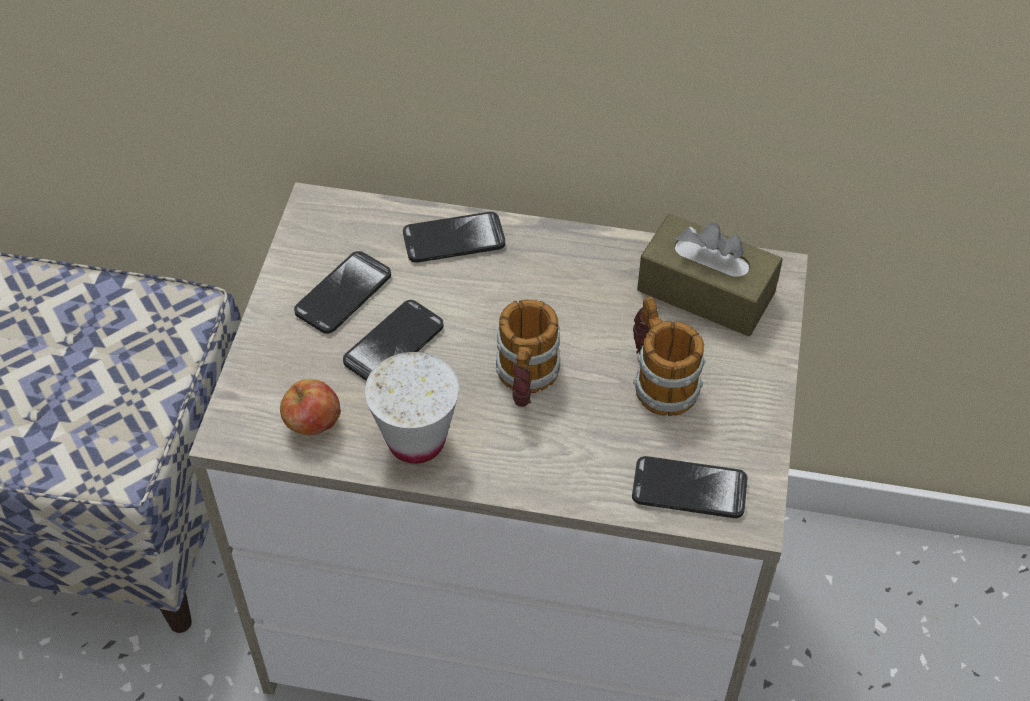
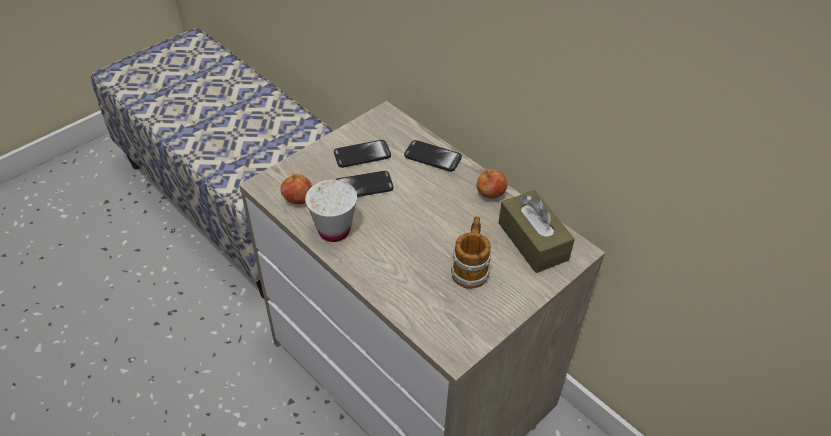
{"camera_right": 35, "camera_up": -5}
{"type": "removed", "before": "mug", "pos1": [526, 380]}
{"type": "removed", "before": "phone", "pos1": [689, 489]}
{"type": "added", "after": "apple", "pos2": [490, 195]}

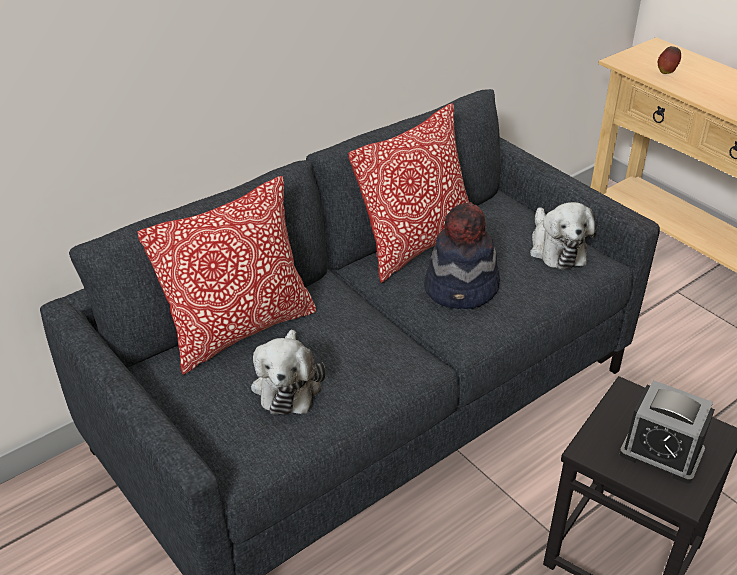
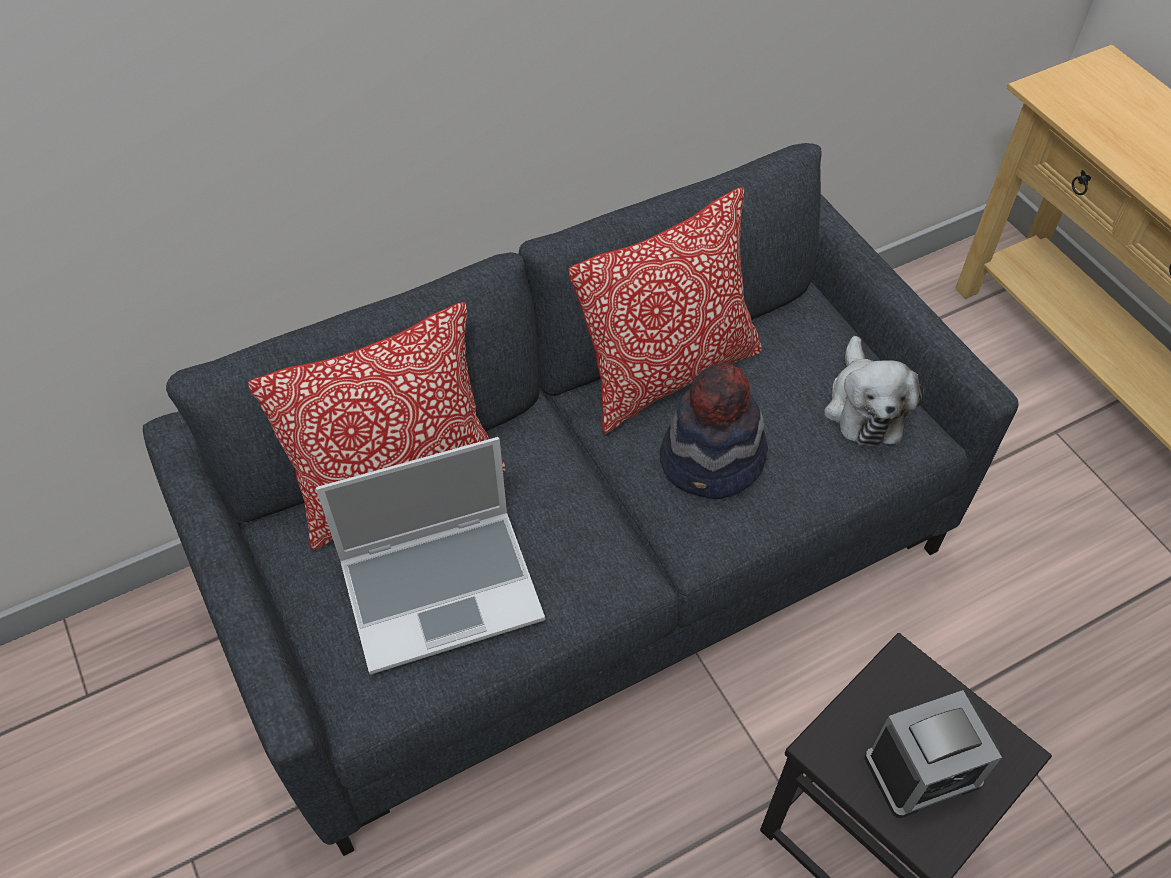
{"camera_right": 10, "camera_up": 15}
{"type": "removed", "before": "apple", "pos1": [666, 72]}
{"type": "replaced", "before": "plush toy", "after": "laptop", "pos1": [287, 384], "pos2": [443, 588]}
{"type": "turned", "before": "alarm clock", "pos1": [661, 452], "pos2": [922, 770], "turn": -60}

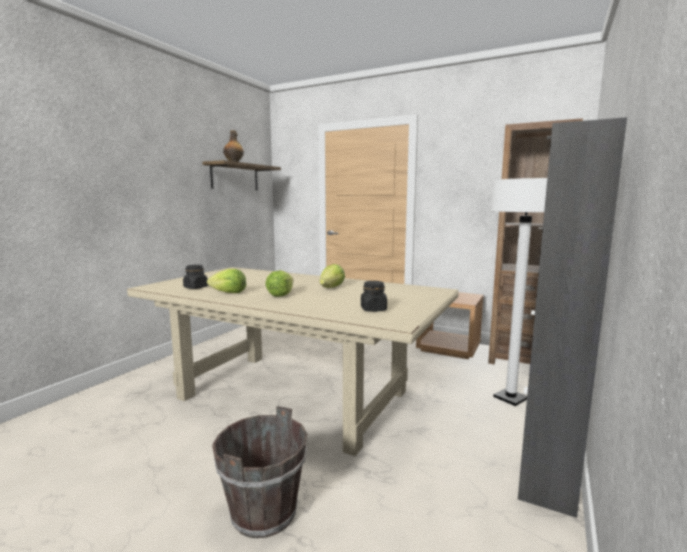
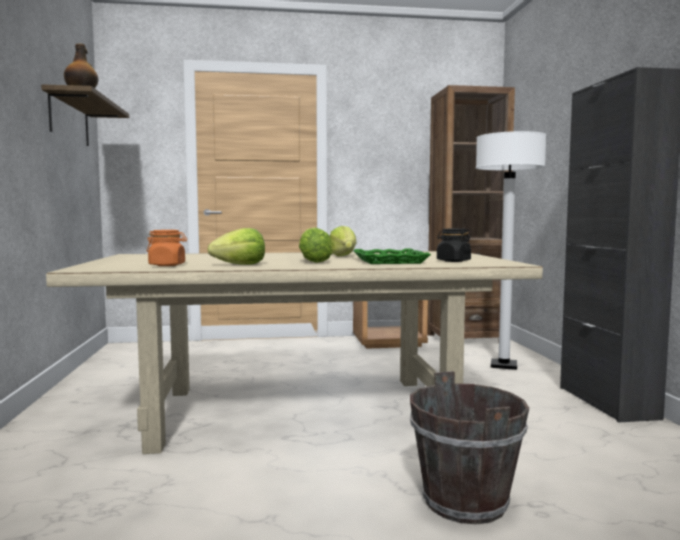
{"camera_right": -35, "camera_up": -5}
{"type": "added", "after": "green tray", "pos2": [389, 261]}
{"type": "recoloured", "before": "black jar", "after": "orange jar", "pos1": [196, 287], "pos2": [167, 265]}

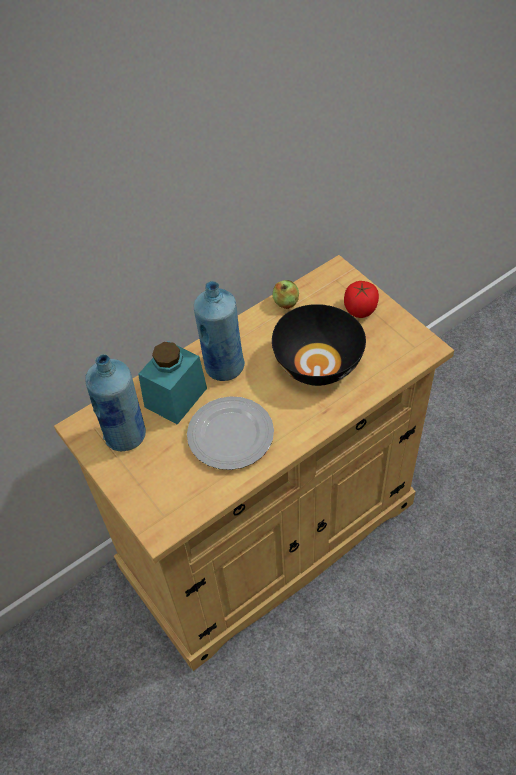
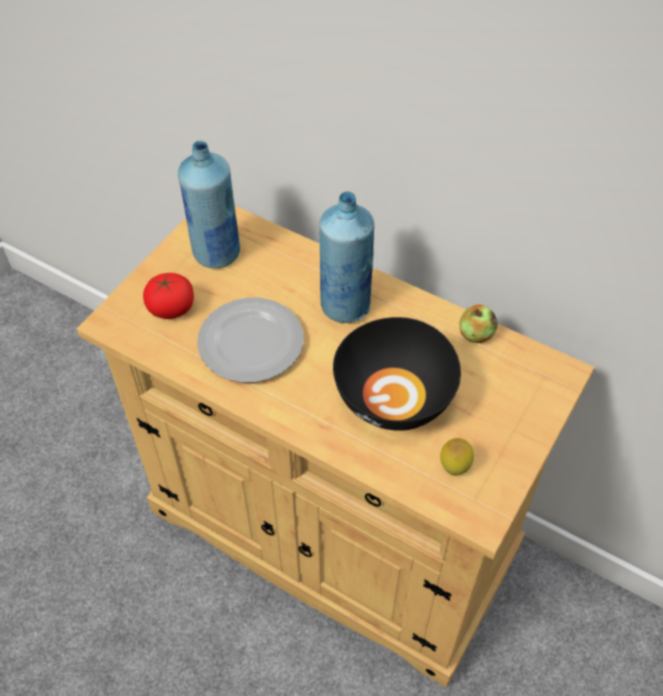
{"camera_right": 65, "camera_up": 0}
{"type": "removed", "before": "turquoise jar", "pos1": [176, 397]}
{"type": "added", "after": "lemon", "pos2": [454, 468]}
{"type": "moved", "before": "tomato", "pos1": [360, 309], "pos2": [171, 309]}

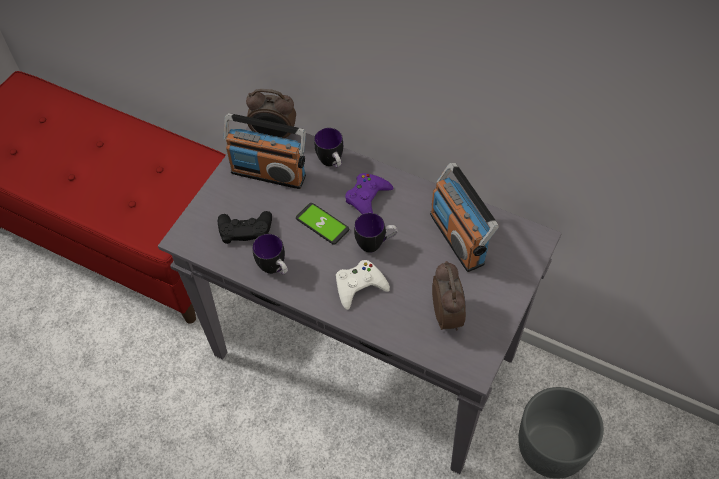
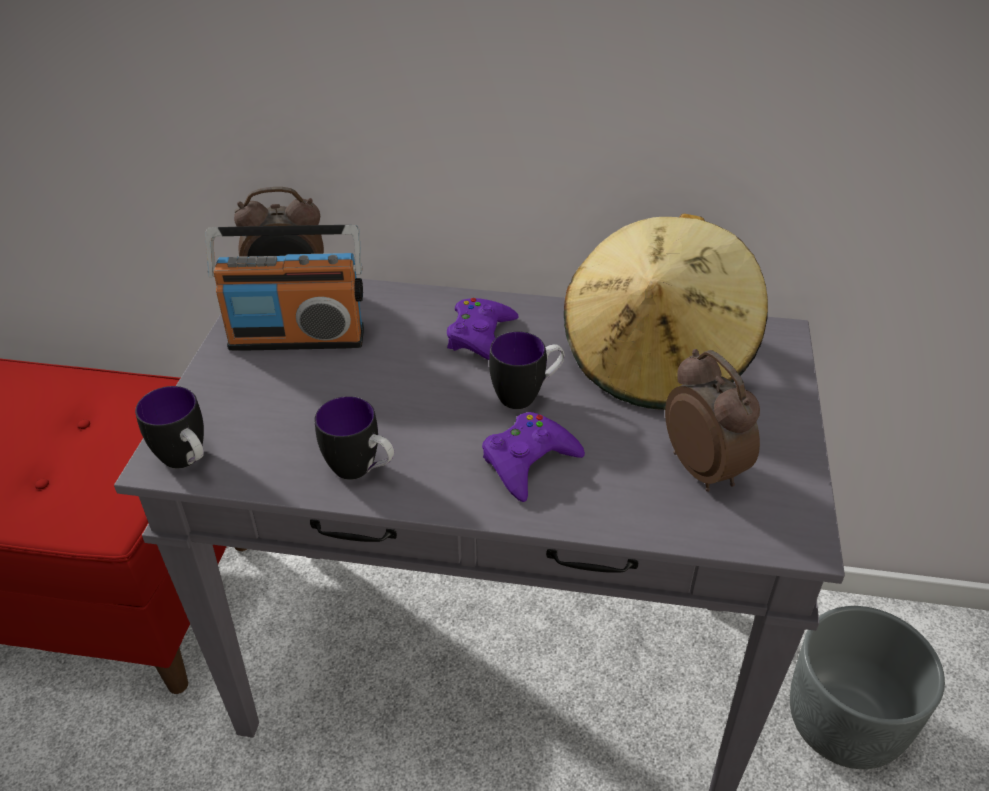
{"camera_right": -20, "camera_up": -15}
{"type": "removed", "before": "black game controller", "pos1": [245, 229]}
{"type": "removed", "before": "phone", "pos1": [322, 224]}
{"type": "moved", "before": "mug", "pos1": [332, 163], "pos2": [187, 462]}
{"type": "replaced", "before": "radio", "after": "beige hat", "pos1": [458, 238], "pos2": [657, 359]}
{"type": "recoloured", "before": "white game controller", "after": "purple game controller", "pos1": [359, 286], "pos2": [528, 461]}

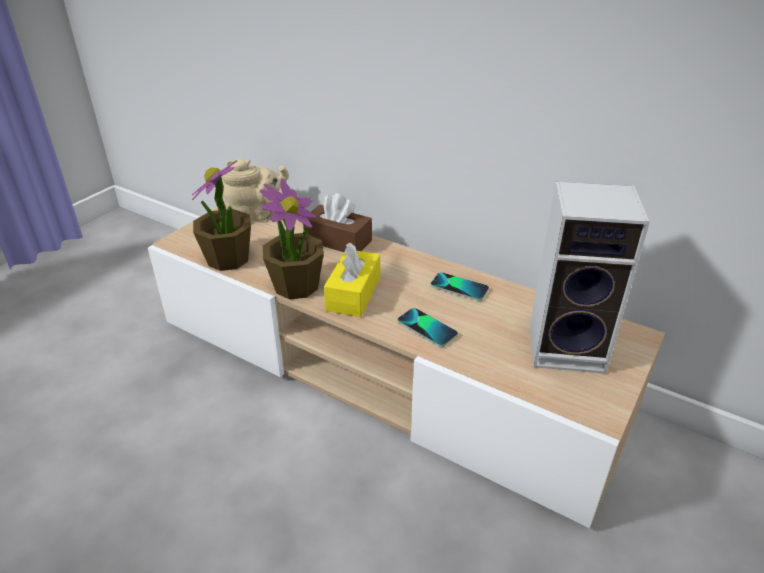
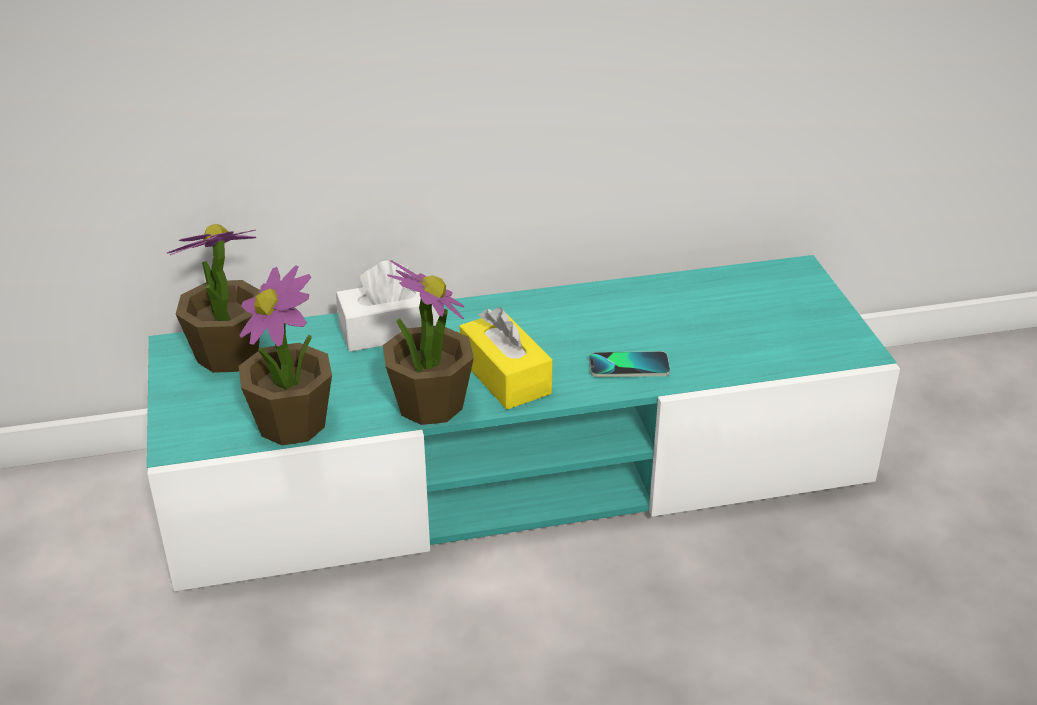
{"camera_right": -45, "camera_up": 0}
{"type": "removed", "before": "phone", "pos1": [459, 287]}
{"type": "removed", "before": "speaker", "pos1": [569, 347]}
{"type": "replaced", "before": "beige teapot", "after": "potted plant", "pos1": [256, 215], "pos2": [228, 355]}
{"type": "recoloured", "before": "beige tv stand", "after": "turquoise tv stand", "pos1": [382, 368], "pos2": [518, 472]}
{"type": "recoloured", "before": "brown tissue box", "after": "white tissue box", "pos1": [338, 241], "pos2": [389, 330]}

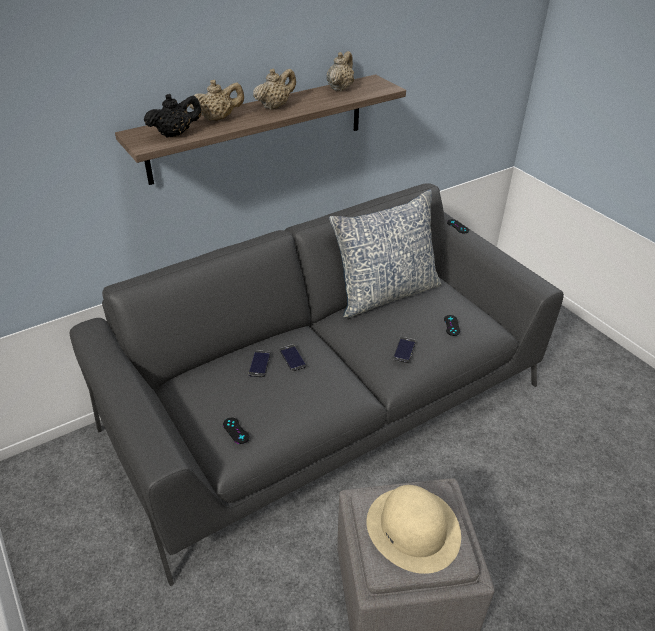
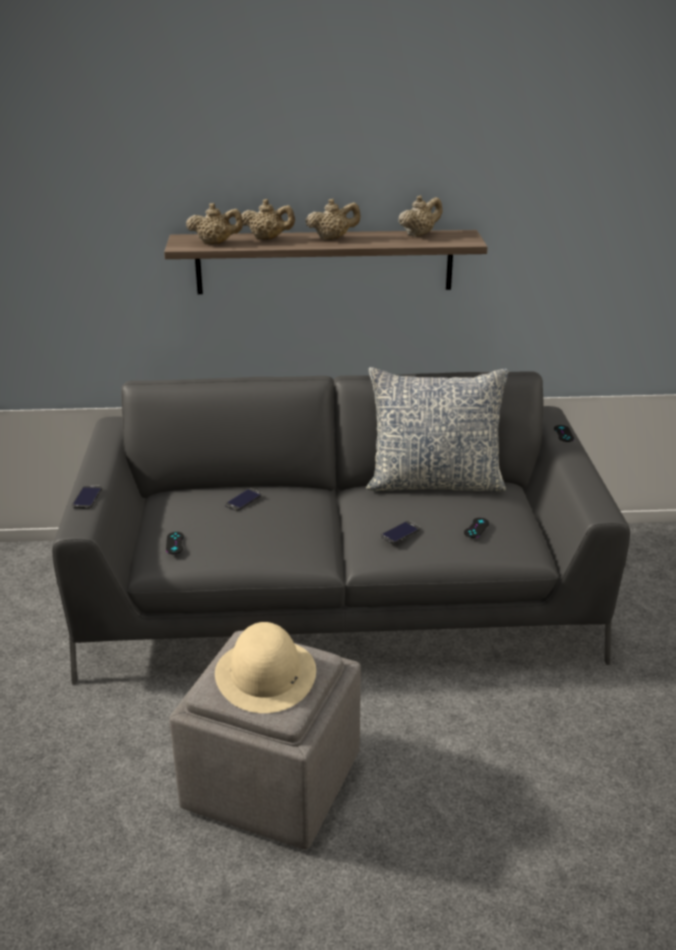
{"camera_right": 30, "camera_up": -10}
{"type": "moved", "before": "phone", "pos1": [292, 358], "pos2": [87, 497]}
{"type": "recoloured", "before": "black teapot", "after": "beige teapot", "pos1": [175, 134], "pos2": [215, 243]}

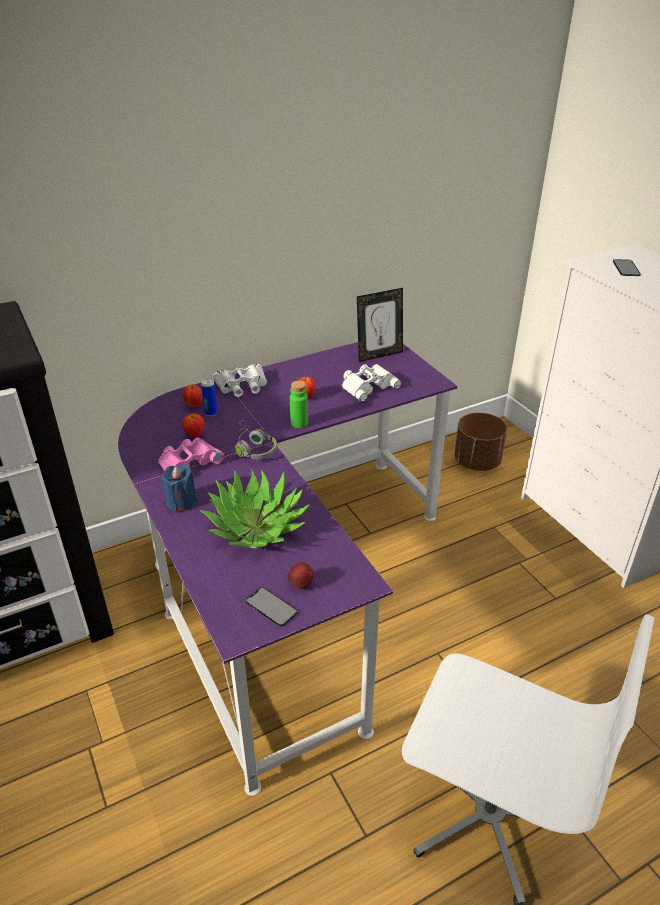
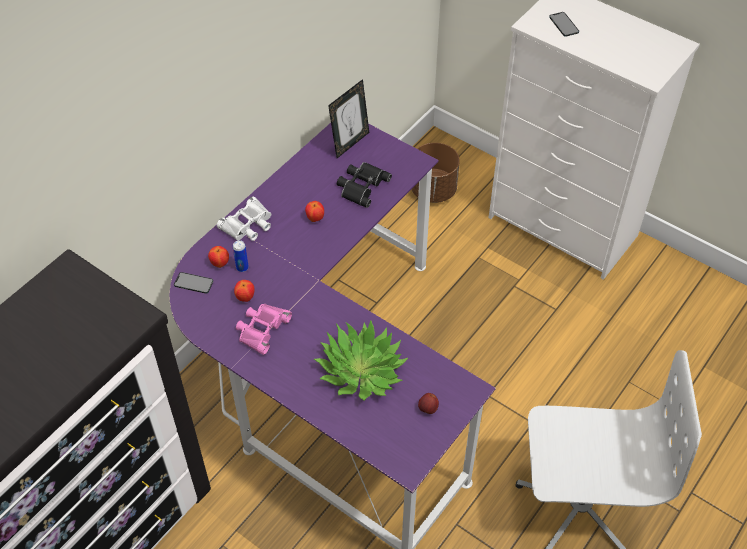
{"camera_right": -25, "camera_up": 15}
{"type": "removed", "before": "blue candle", "pos1": [181, 502]}
{"type": "removed", "before": "grey headphones", "pos1": [253, 448]}
{"type": "removed", "before": "green bottle", "pos1": [299, 423]}
{"type": "moved", "before": "phone", "pos1": [271, 607], "pos2": [193, 283]}
{"type": "recoloured", "before": "white binoculars", "after": "black binoculars", "pos1": [367, 385], "pos2": [361, 186]}

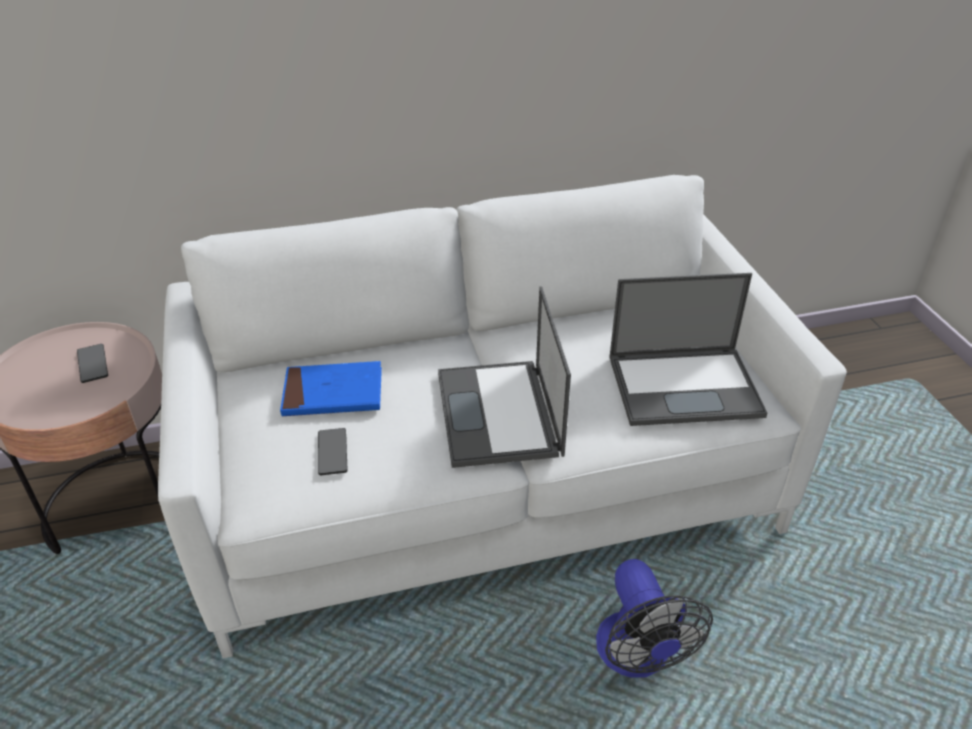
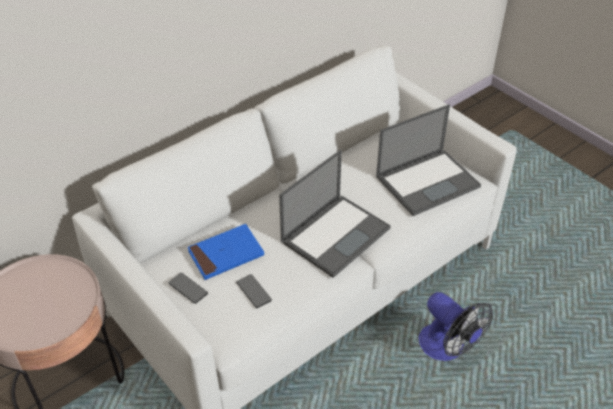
{"camera_right": -25, "camera_up": 5}
{"type": "moved", "before": "phone", "pos1": [93, 364], "pos2": [188, 288]}
{"type": "turned", "before": "laptop", "pos1": [499, 414], "pos2": [336, 234], "turn": -105}

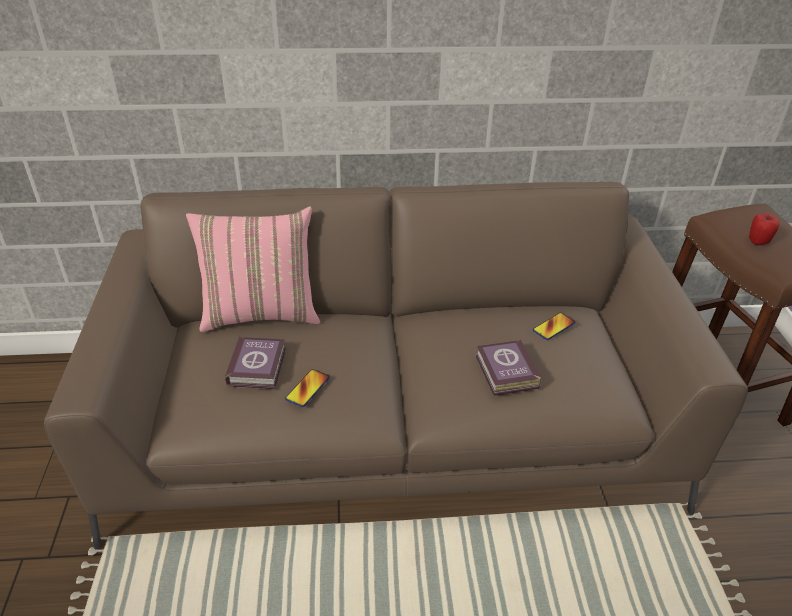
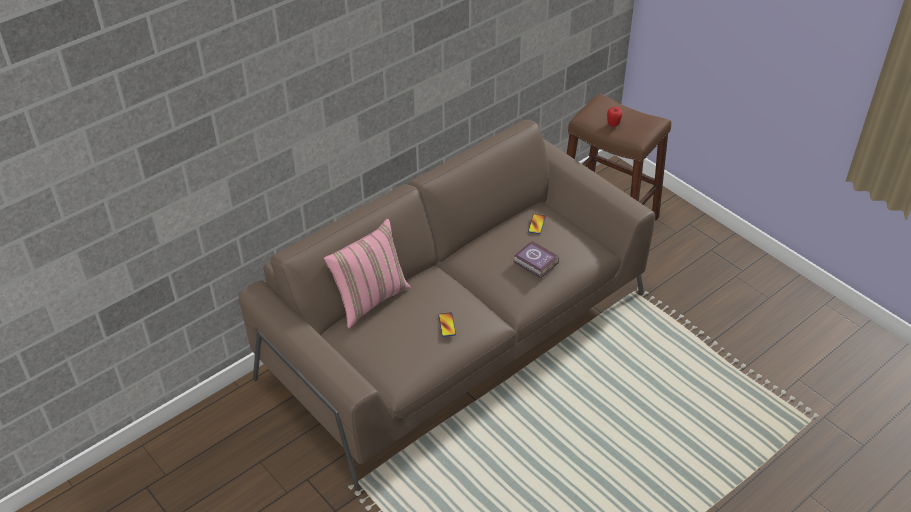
{"camera_right": -35, "camera_up": 5}
{"type": "removed", "before": "book", "pos1": [258, 366]}

